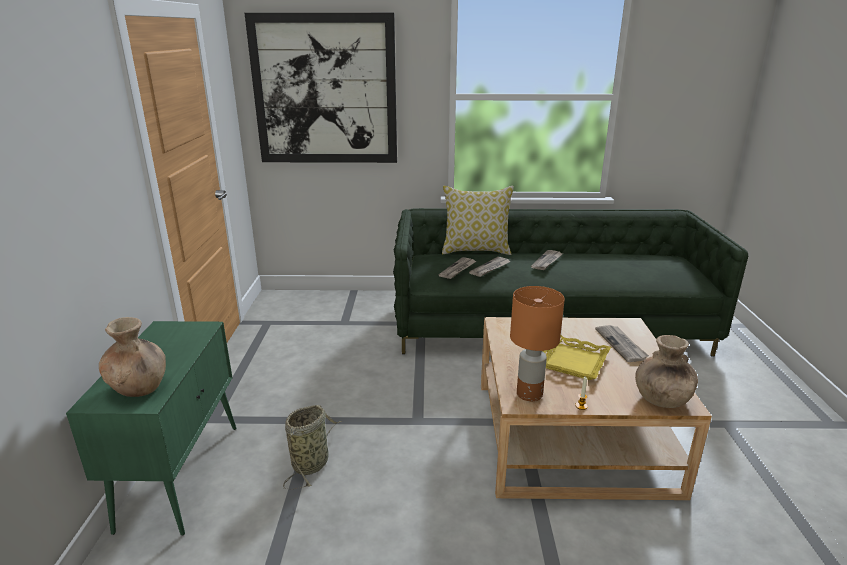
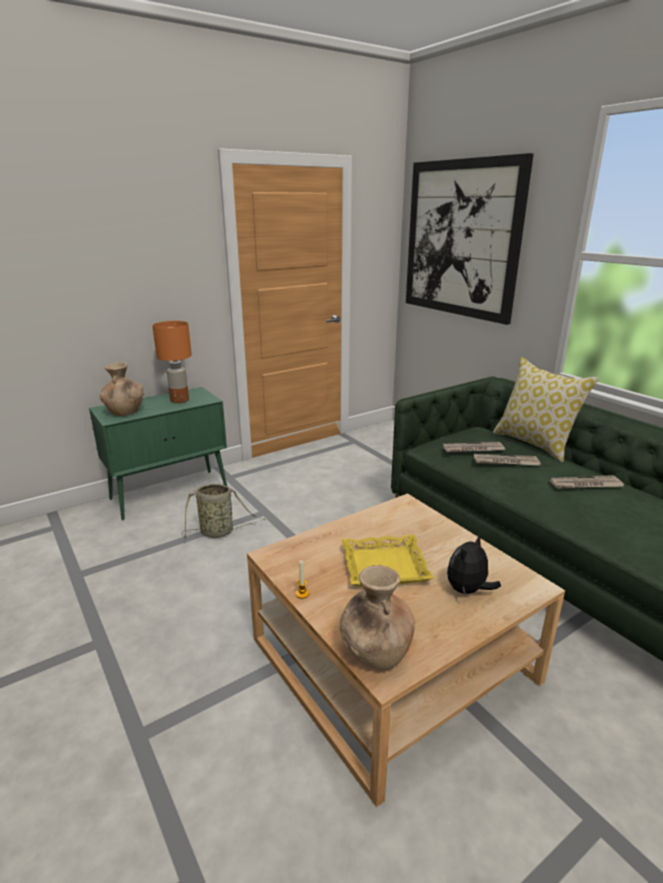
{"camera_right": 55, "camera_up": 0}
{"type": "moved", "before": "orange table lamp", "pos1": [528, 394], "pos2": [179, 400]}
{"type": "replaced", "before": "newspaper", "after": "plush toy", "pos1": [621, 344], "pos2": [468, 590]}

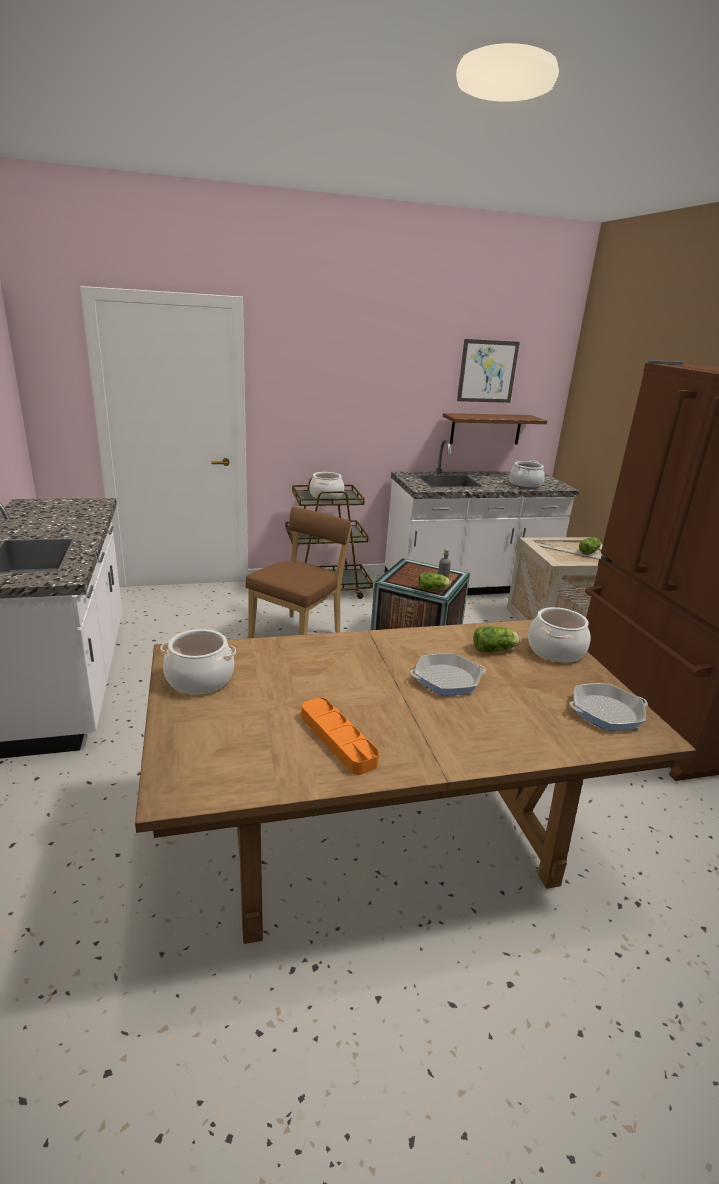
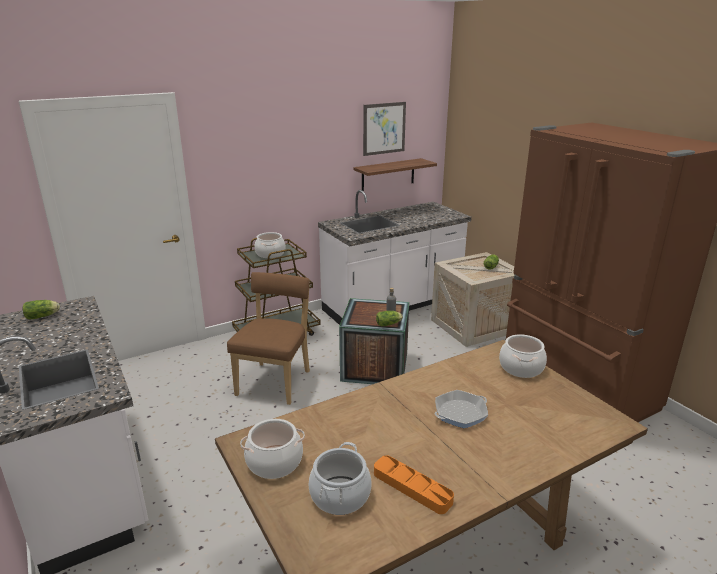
{"camera_right": -15, "camera_up": 0}
{"type": "removed", "before": "frying pan", "pos1": [606, 712]}
{"type": "moved", "before": "lettuce", "pos1": [495, 650], "pos2": [43, 316]}
{"type": "moved", "before": "cooking pot", "pos1": [525, 485], "pos2": [340, 495]}

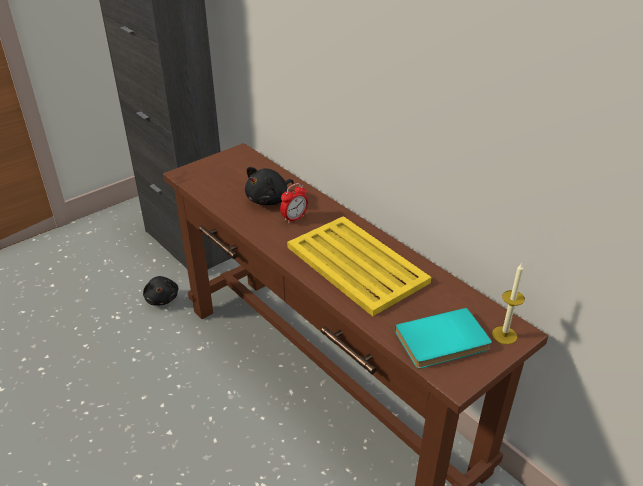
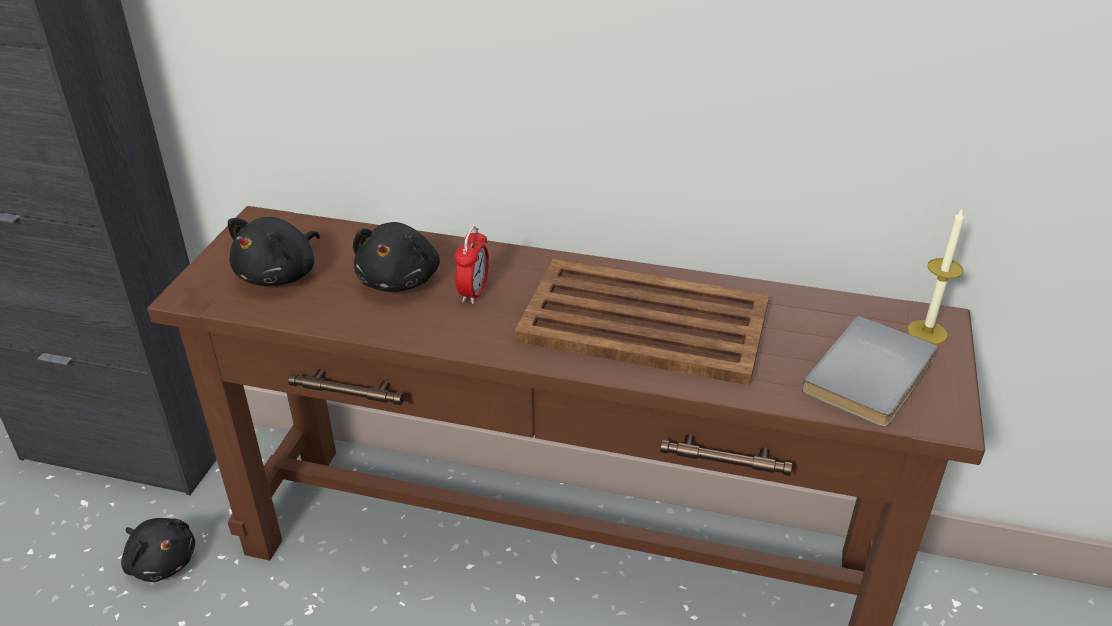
{"camera_right": -35, "camera_up": 0}
{"type": "added", "after": "black plush toy", "pos2": [280, 275]}
{"type": "recoloured", "before": "yellow tray", "after": "brown tray", "pos1": [356, 263], "pos2": [641, 321]}
{"type": "recoloured", "before": "turquoise book", "after": "grey book", "pos1": [443, 342], "pos2": [874, 376]}

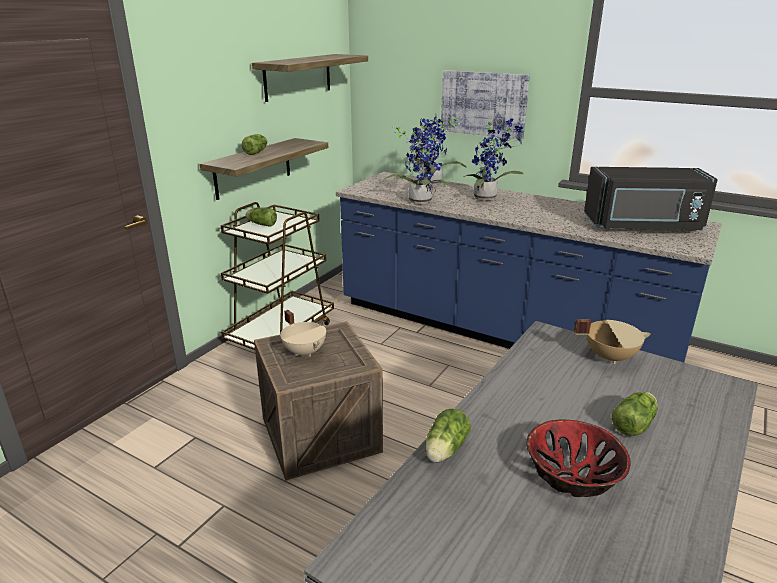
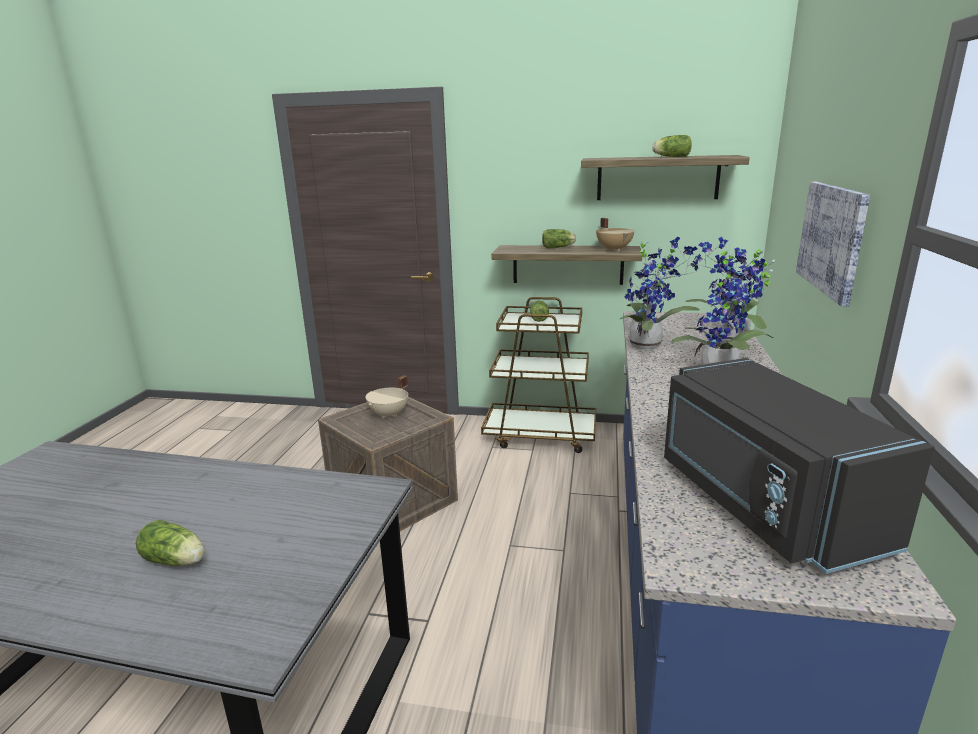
{"camera_right": 70, "camera_up": -5}
{"type": "removed", "before": "bowl", "pos1": [572, 474]}
{"type": "moved", "before": "lettuce", "pos1": [444, 450], "pos2": [670, 157]}
{"type": "moved", "before": "beige cooking pot", "pos1": [609, 356], "pos2": [614, 249]}

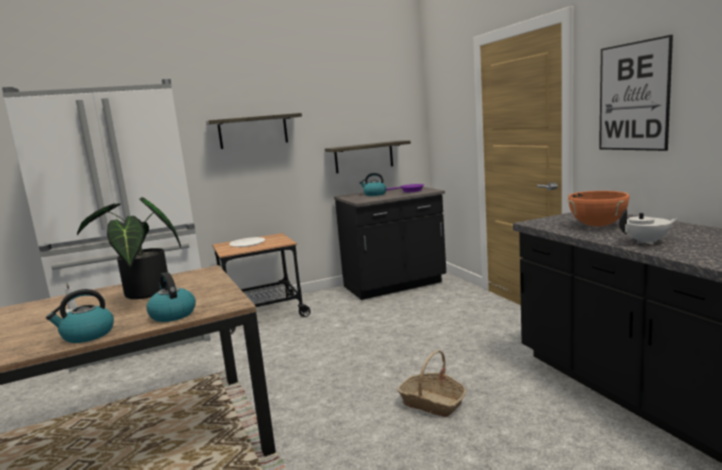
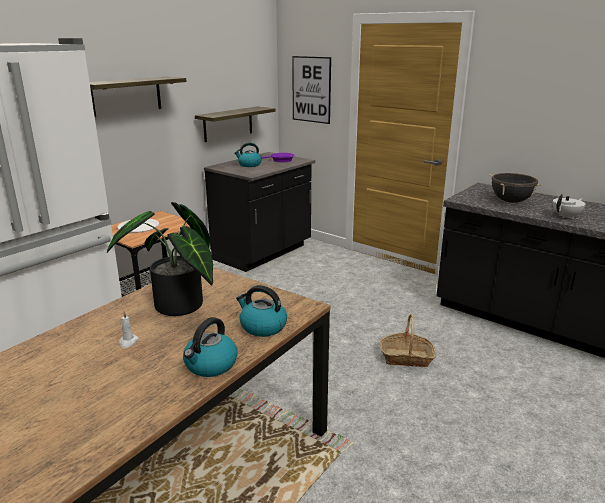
{"camera_right": -30, "camera_up": 10}
{"type": "moved", "before": "picture", "pos1": [633, 97], "pos2": [311, 89]}
{"type": "recoloured", "before": "orange cooking pot", "after": "black cooking pot", "pos1": [597, 226], "pos2": [511, 201]}

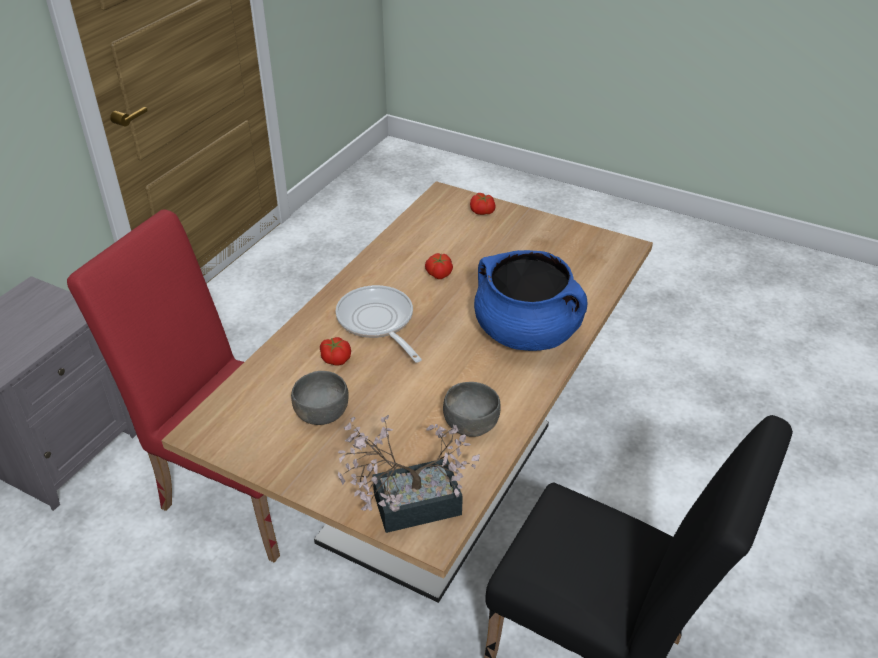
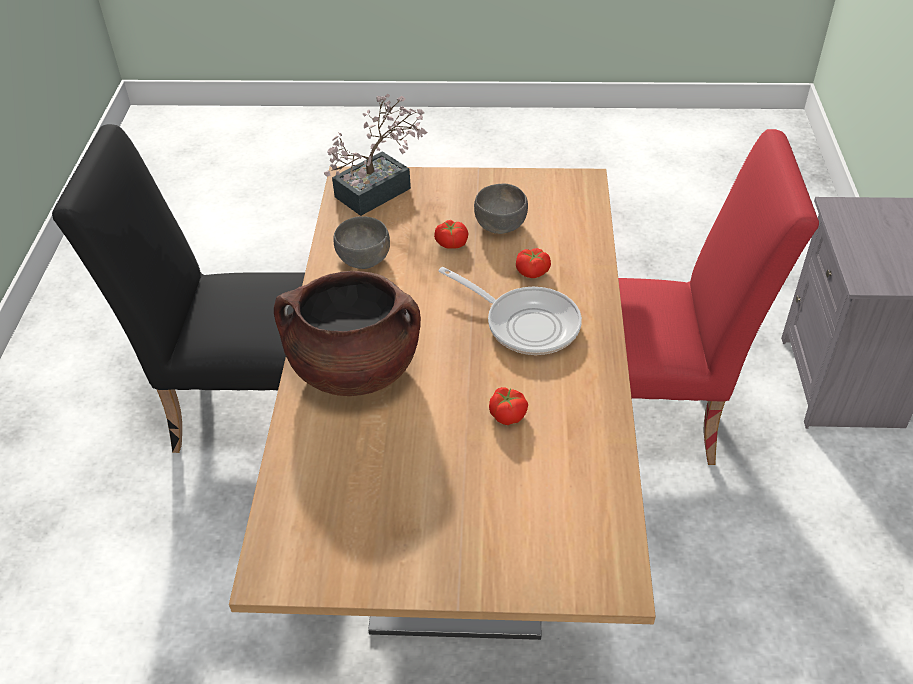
{"camera_right": 155, "camera_up": 5}
{"type": "moved", "before": "tomato", "pos1": [482, 212], "pos2": [451, 242]}
{"type": "recoloured", "before": "blue cooking pot", "after": "brown cooking pot", "pos1": [527, 333], "pos2": [354, 369]}

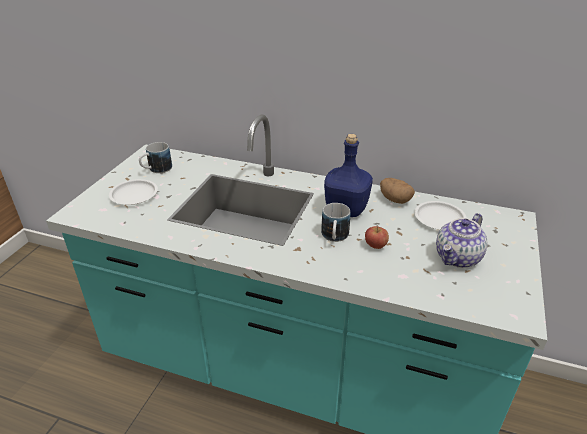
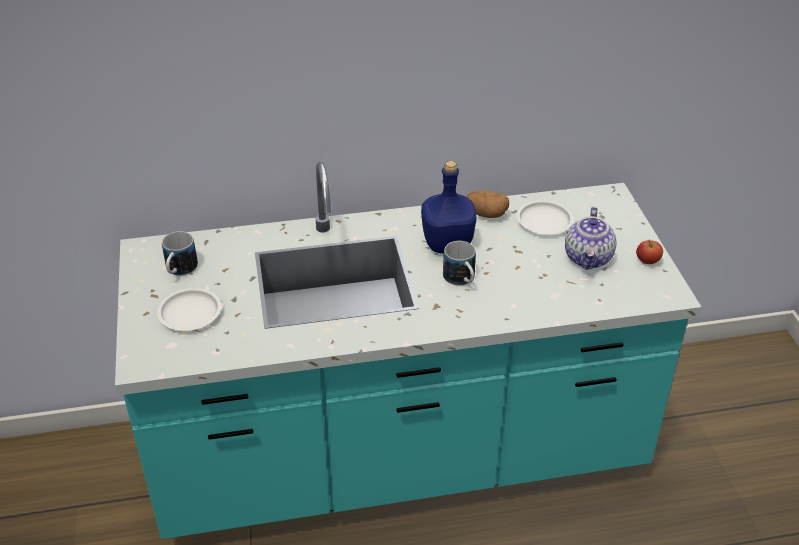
{"camera_right": -30, "camera_up": 5}
{"type": "moved", "before": "apple", "pos1": [375, 246], "pos2": [647, 261]}

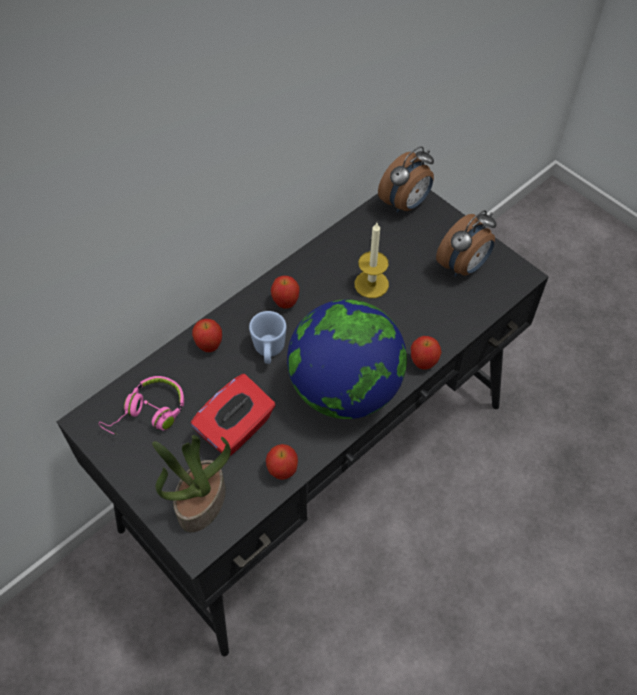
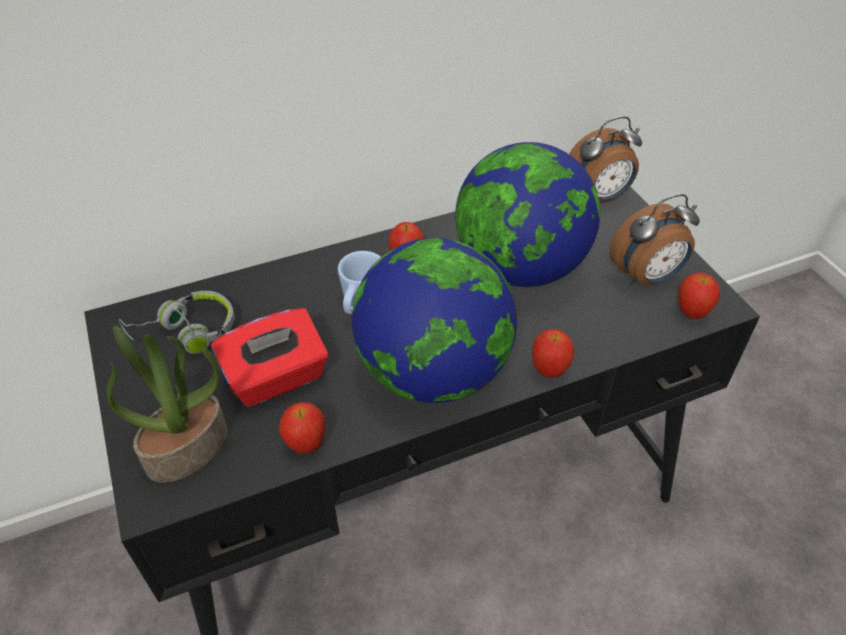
{"camera_right": 20, "camera_up": -10}
{"type": "moved", "before": "apple", "pos1": [209, 346], "pos2": [691, 313]}
{"type": "replaced", "before": "candle", "after": "globe", "pos1": [371, 284], "pos2": [519, 267]}
{"type": "recoloured", "before": "pink headphones", "after": "grey headphones", "pos1": [148, 414], "pos2": [186, 332]}

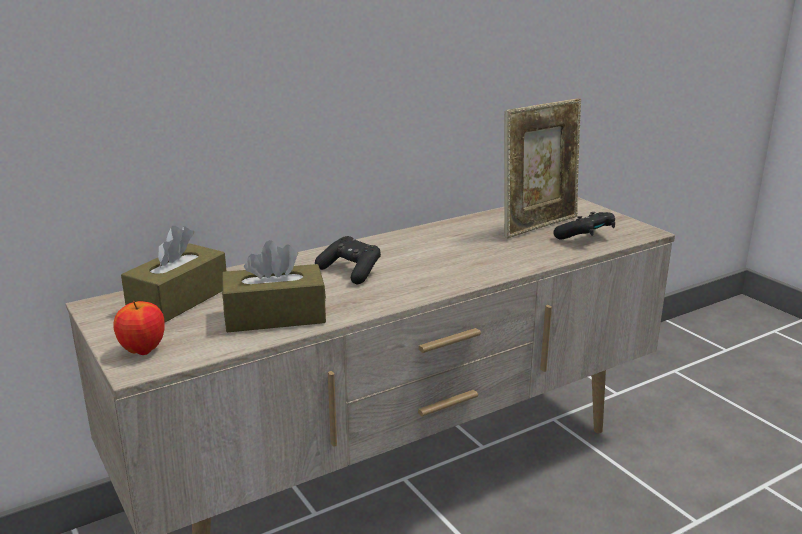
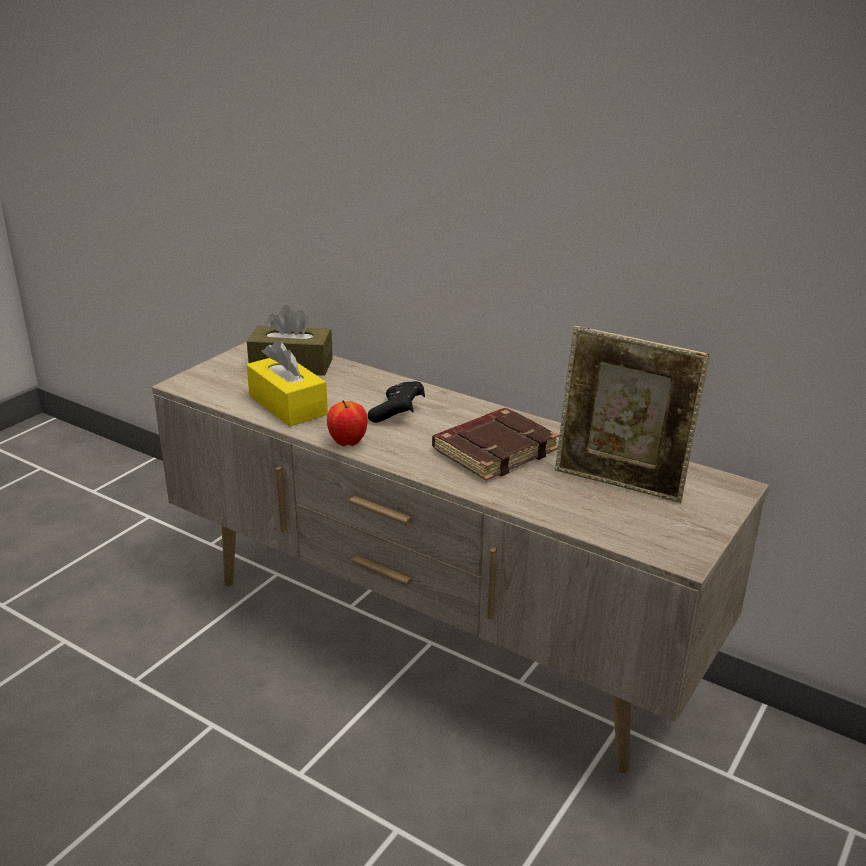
{"camera_right": 65, "camera_up": 5}
{"type": "removed", "before": "black game controller", "pos1": [585, 237]}
{"type": "added", "after": "brown book", "pos2": [494, 450]}
{"type": "moved", "before": "apple", "pos1": [143, 350], "pos2": [348, 442]}
{"type": "recoloured", "before": "brown tissue box", "after": "yellow tissue box", "pos1": [275, 316], "pos2": [287, 405]}

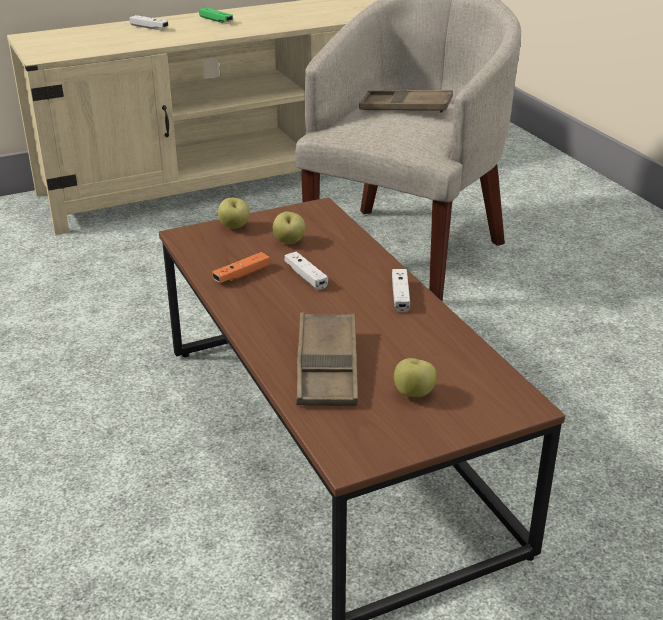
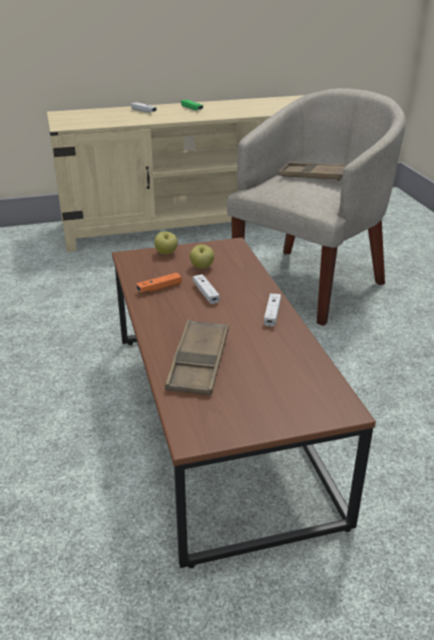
{"camera_right": 10, "camera_up": 0}
{"type": "removed", "before": "apple", "pos1": [414, 394]}

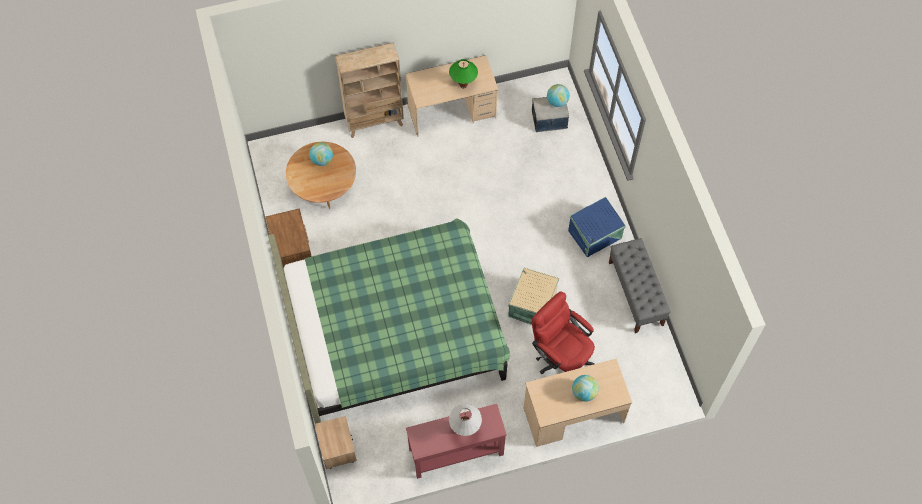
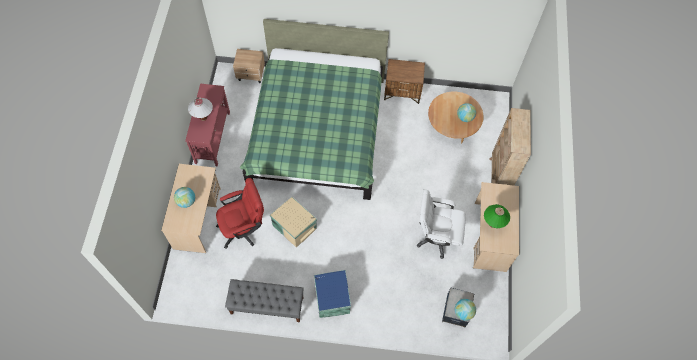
{"camera_right": 110, "camera_up": 0}
{"type": "added", "after": "white office chair", "pos2": [436, 237]}

